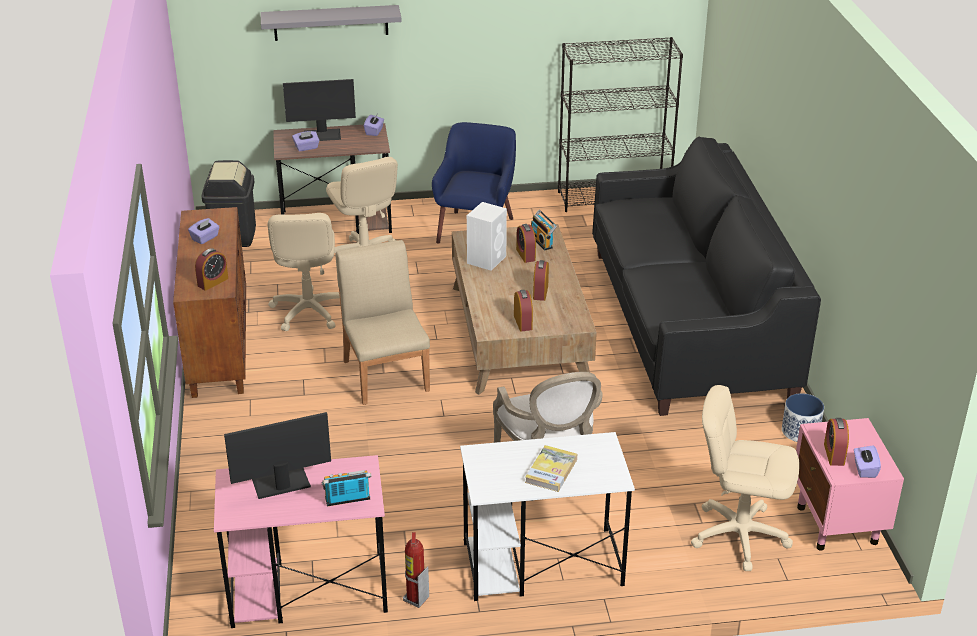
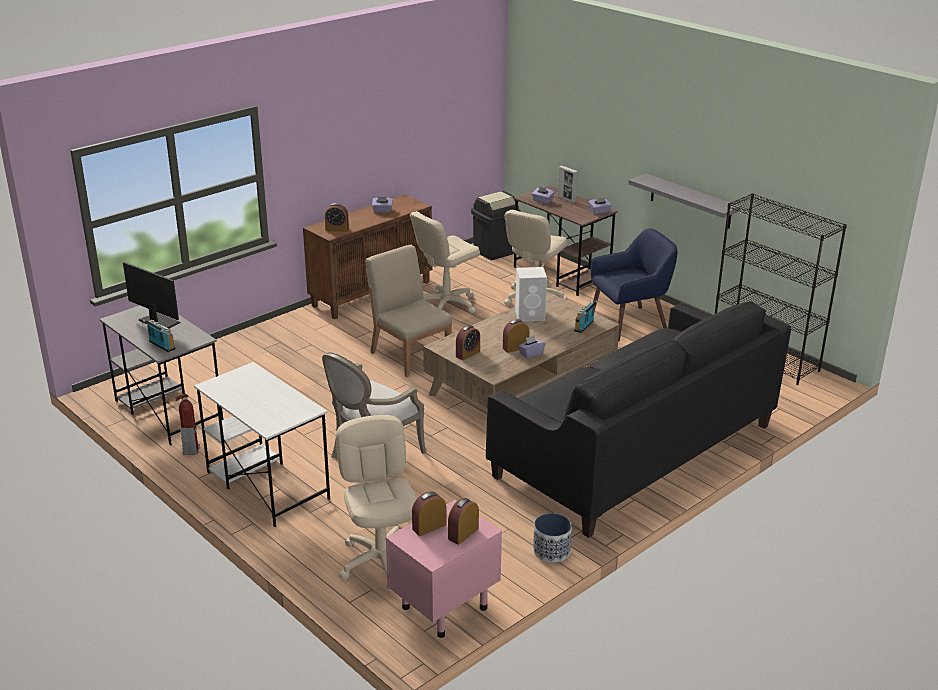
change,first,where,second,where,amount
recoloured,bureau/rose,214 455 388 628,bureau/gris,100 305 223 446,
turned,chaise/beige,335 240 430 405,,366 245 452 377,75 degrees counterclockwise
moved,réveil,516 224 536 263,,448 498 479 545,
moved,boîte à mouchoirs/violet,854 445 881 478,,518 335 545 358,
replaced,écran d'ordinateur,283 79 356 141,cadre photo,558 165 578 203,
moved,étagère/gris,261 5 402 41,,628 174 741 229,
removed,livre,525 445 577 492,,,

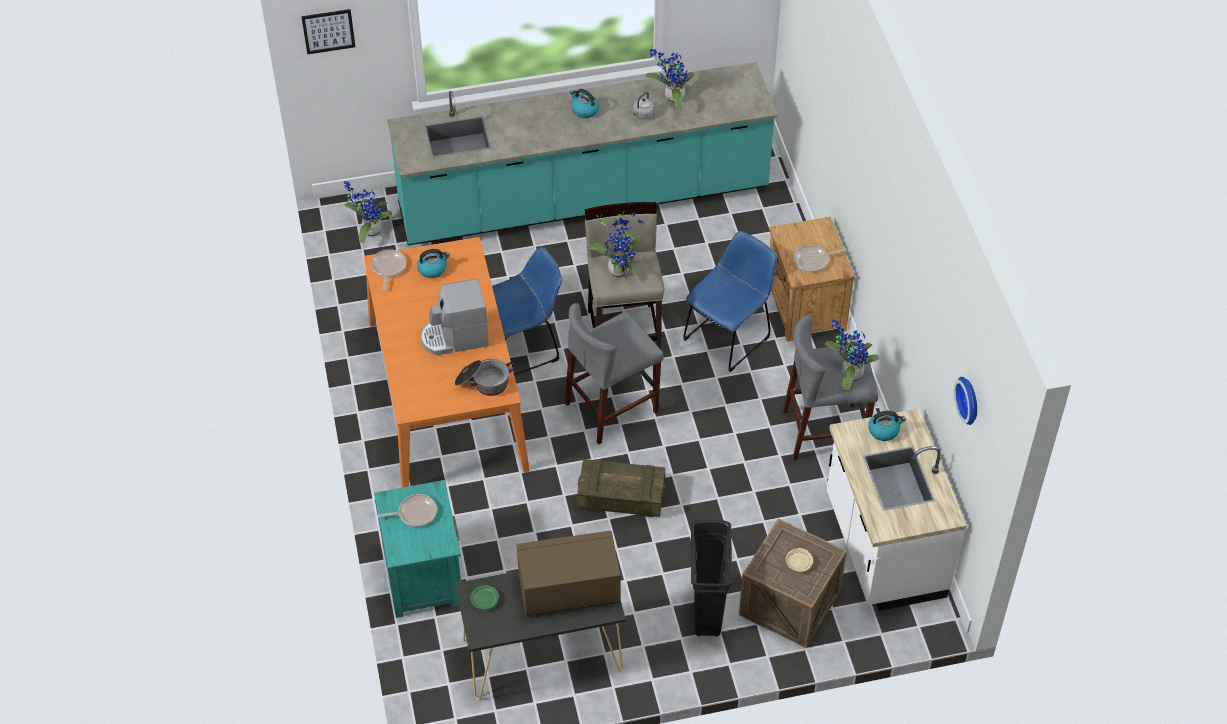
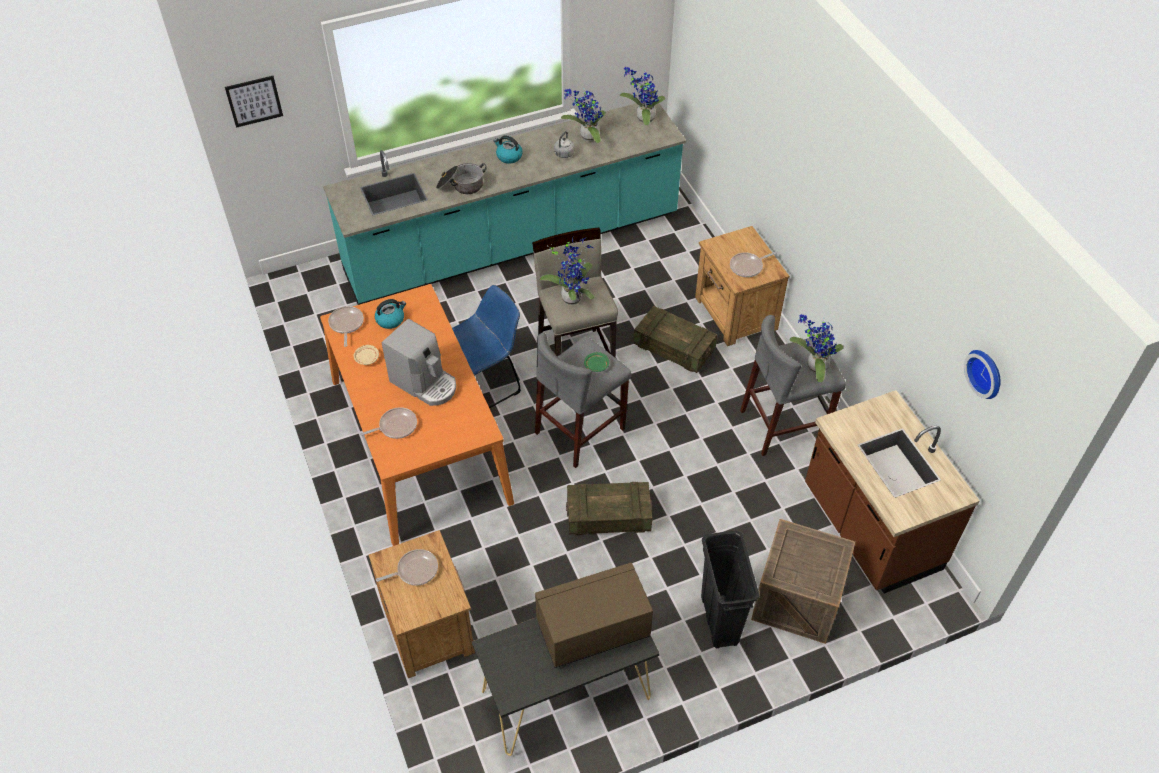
change,first,where,second,where,amount
moved,assiette/beige,786 548 813 572,,354 345 379 365,
added,,,poêle,360 407 417 439,
recoloured,table de chevet/turquoise,374 480 461 618,table de chevet/marron,369 530 475 678,
turned,machine à café,420 279 489 355,,382 319 456 406,120 degrees counterclockwise
moved,marmite,455 359 514 396,,436 163 487 194,
moved,assiette/vert,470 585 499 610,,584 352 609 372,
moved,plante en pot,344 181 392 243,,620 67 665 125,
replaced,chaise/bleu,683 231 777 372,caisse,633 306 717 373,
recoloured,comptoir de cuisine/blanc,827 408 967 611,comptoir de cuisine/marron,805 390 980 594,
removed,bouilloire,868 411 906 441,,,

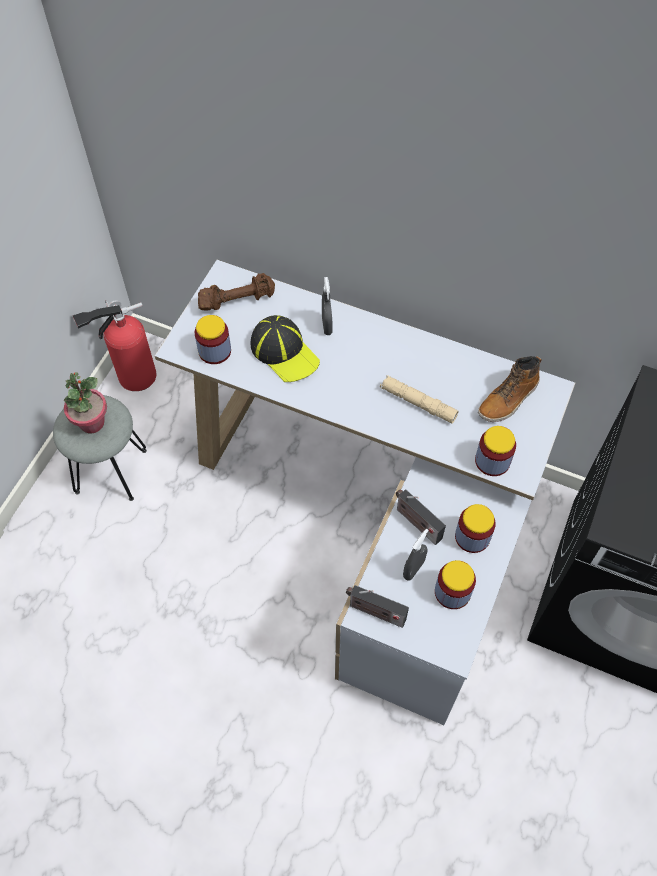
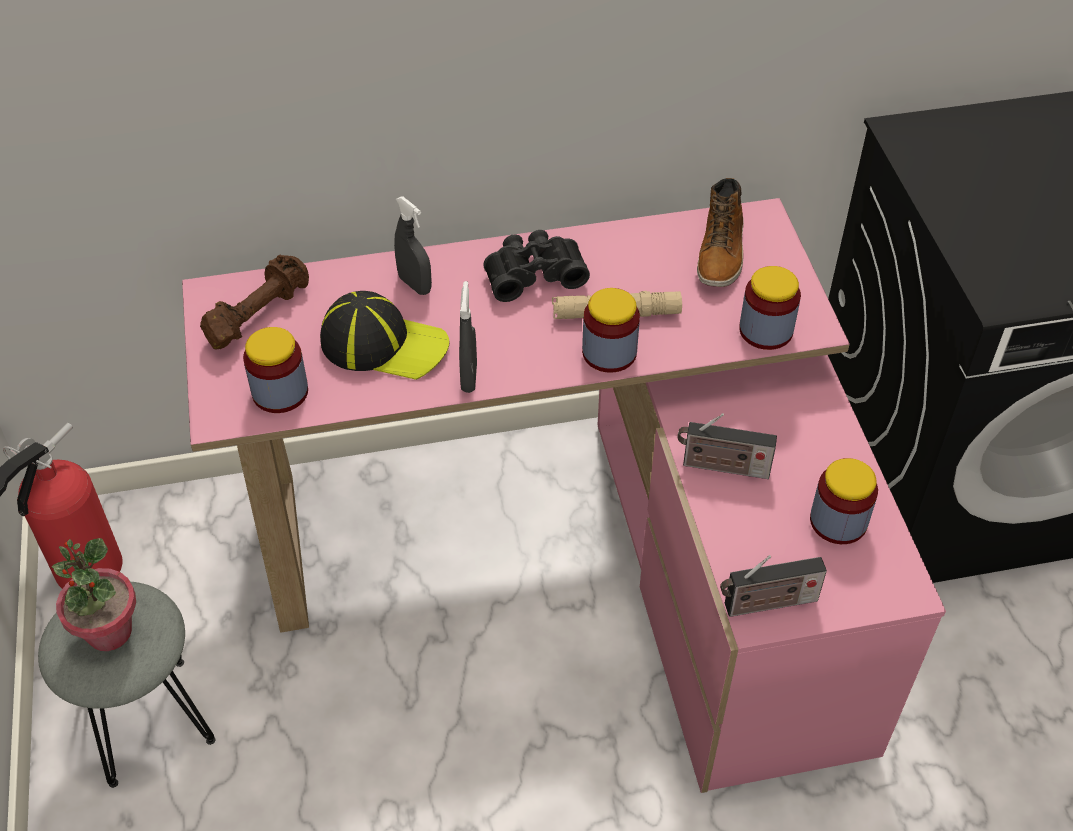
change,first,where,second,where,amount
recoloured,bureau/blanc,155 260 575 725,bureau/rose,182 198 946 793,
moved,vaporisateur/gris,403 529 429 581,,459 281 477 393,
added,,,jumelles/noir,483 230 590 302,
moved,bocal,455 504 496 553,,582 288 640 373,

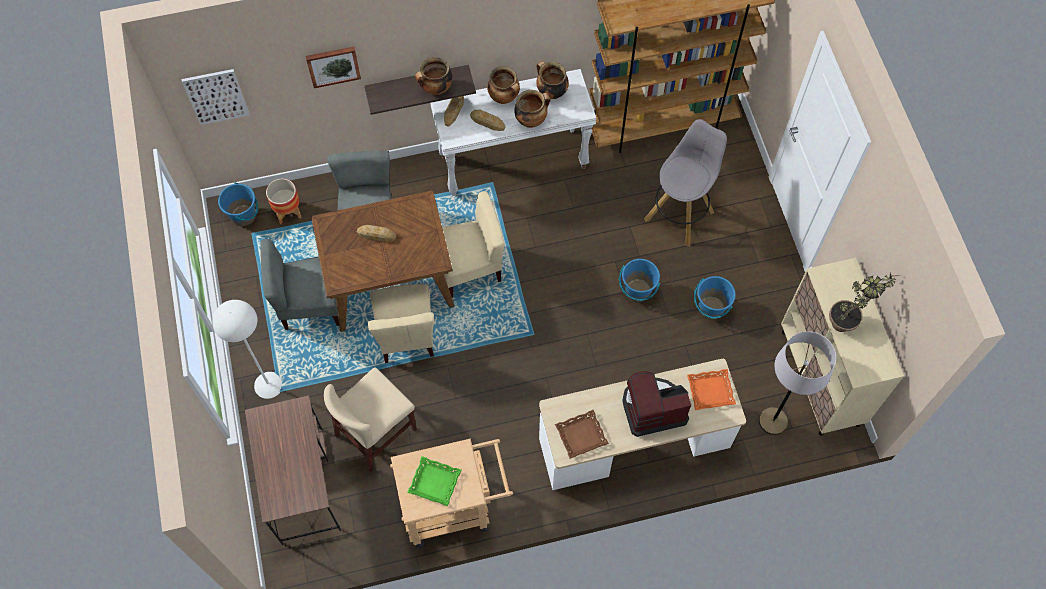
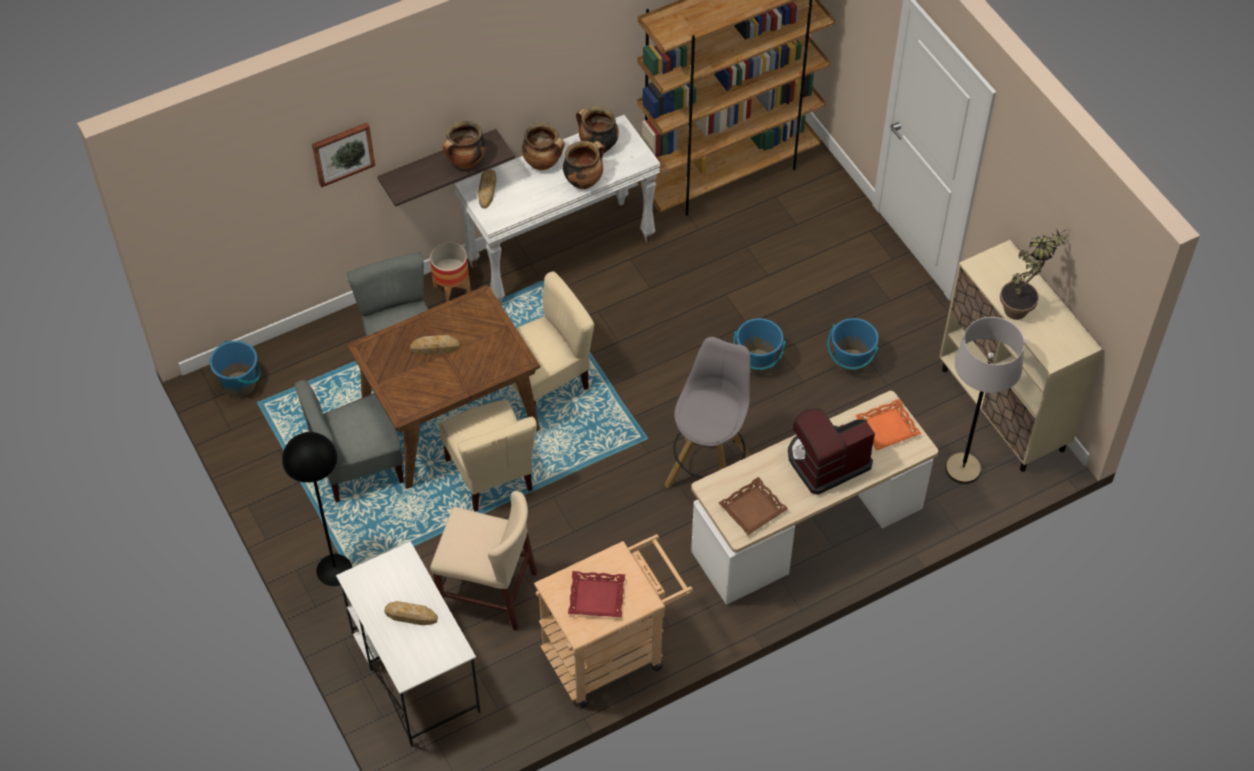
change,first,where,second,where,amount
recoloured,lampadaire/blanc,212 300 282 399,lampadaire/noir,282 432 352 586,
recoloured,bureau/marron,245 395 341 545,bureau/blanc,336 541 481 746,
moved,pain,470 110 506 131,,384 601 438 625,
moved,cache-pot,266 179 302 224,,430 242 471 302,
turned,chaise/beige,324 367 417 472,,430 491 537 630,105 degrees counterclockwise
recoloured,plateau/vert,407 456 462 506,plateau/rouge,568 571 625 617,
moved,tabouret/gris,644 119 727 246,,664 337 751 489,
removed,tableau,181 69 250 125,,,

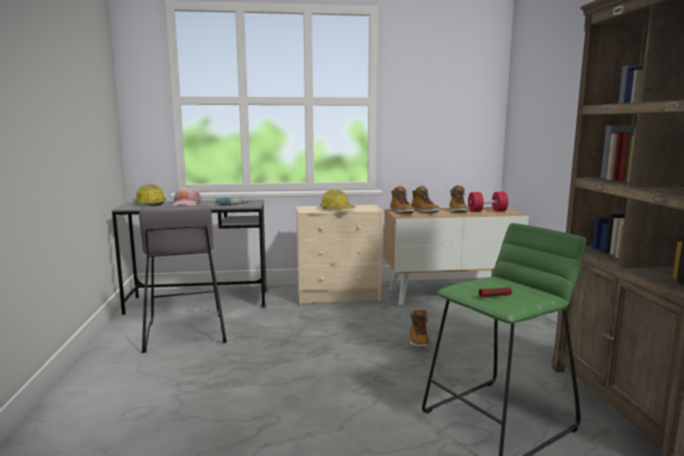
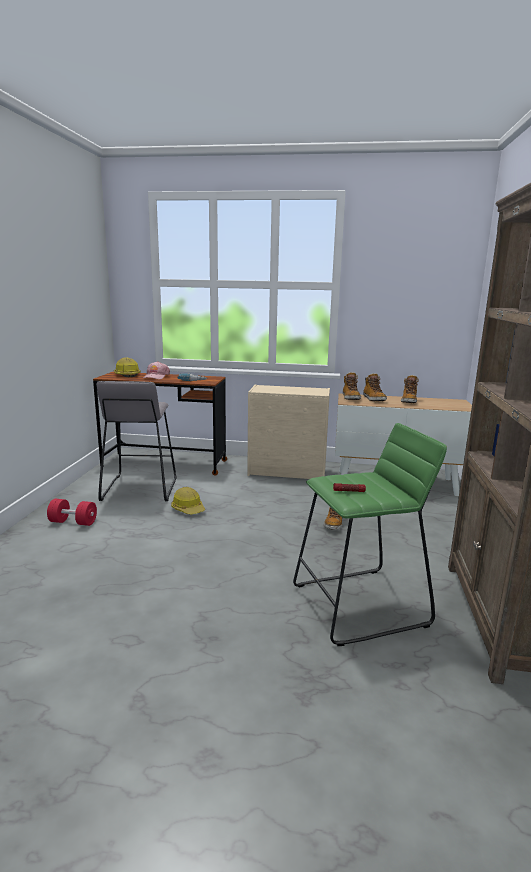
change,first,where,second,where,amount
moved,haltère/rouge,468 192 508 212,,47 499 97 526,
recoloured,bureau/gris,112 200 268 315,bureau/marron,93 372 227 475,
moved,casque de chantier,320 189 356 209,,171 487 205 515,

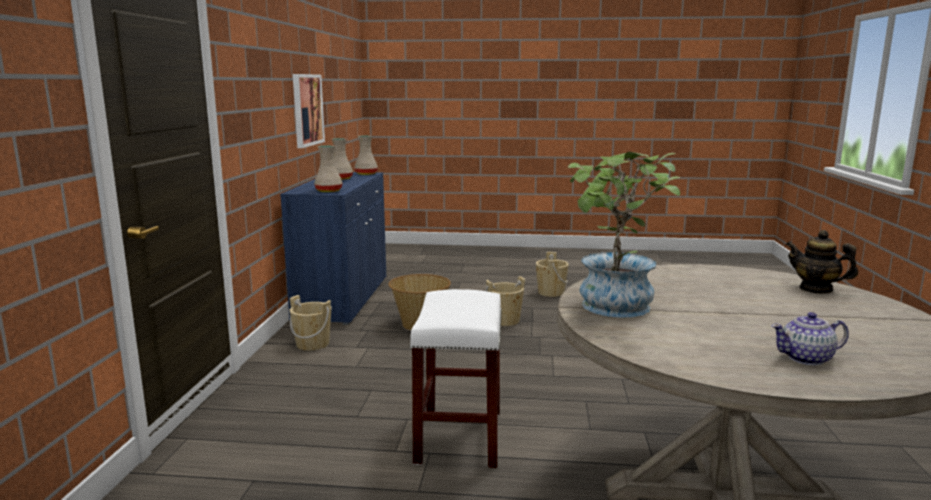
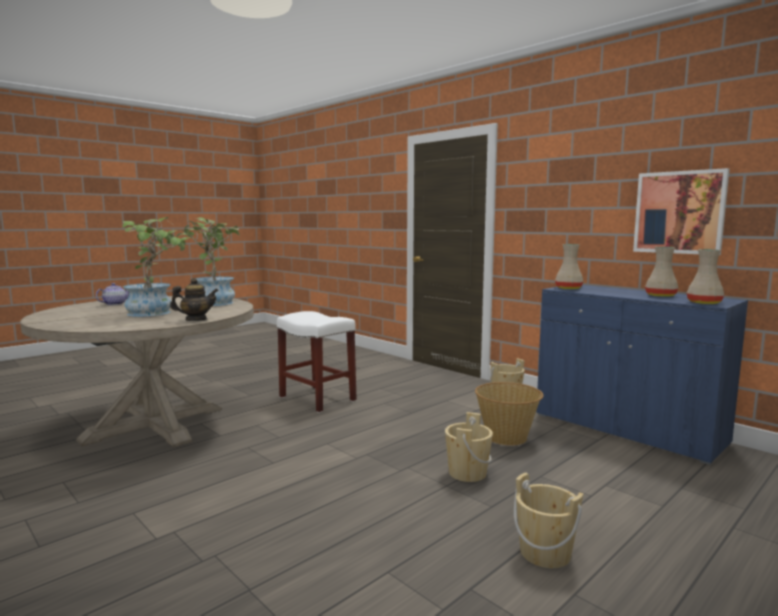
change,first,where,second,where,amount
added,,,plante en pot,122 217 192 317,
moved,théière,786 230 858 294,,170 278 219 321,

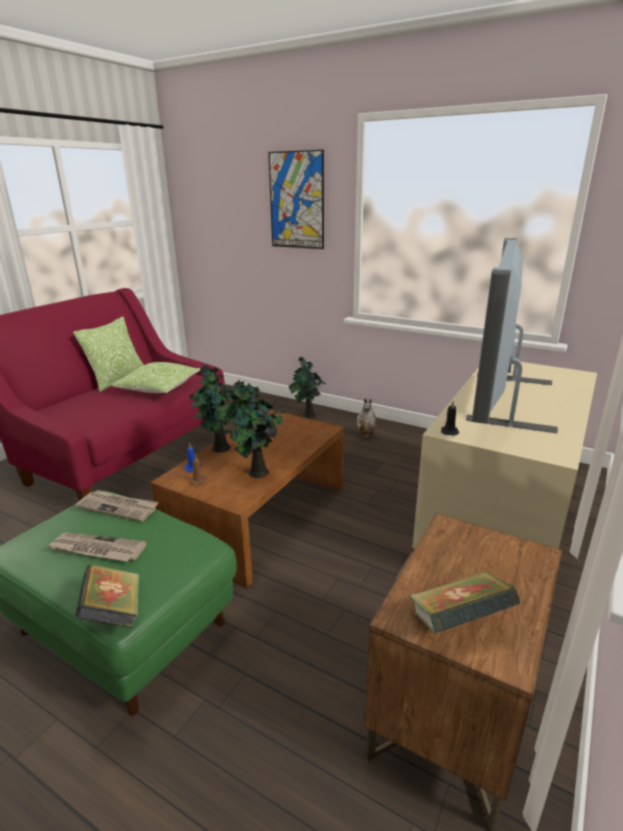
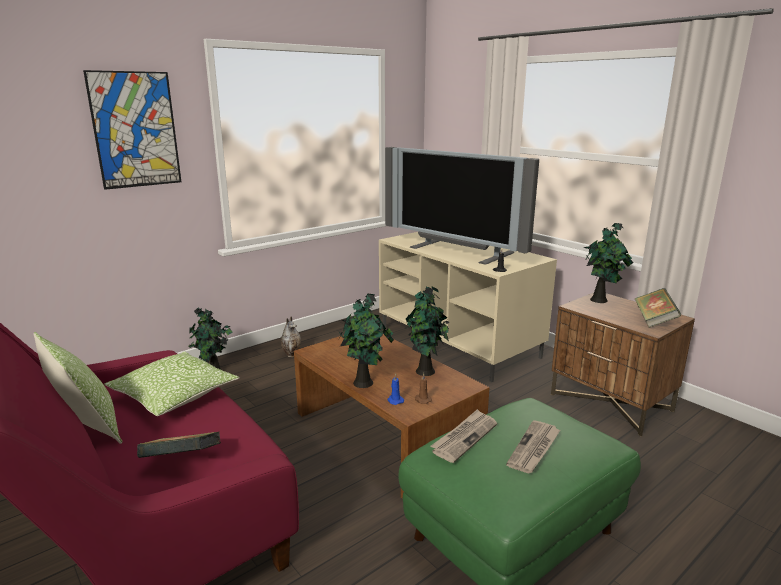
change,first,where,second,where,amount
moved,livre,75 564 139 628,,137 432 221 458,
added,,,plante en pot,584 223 633 303,

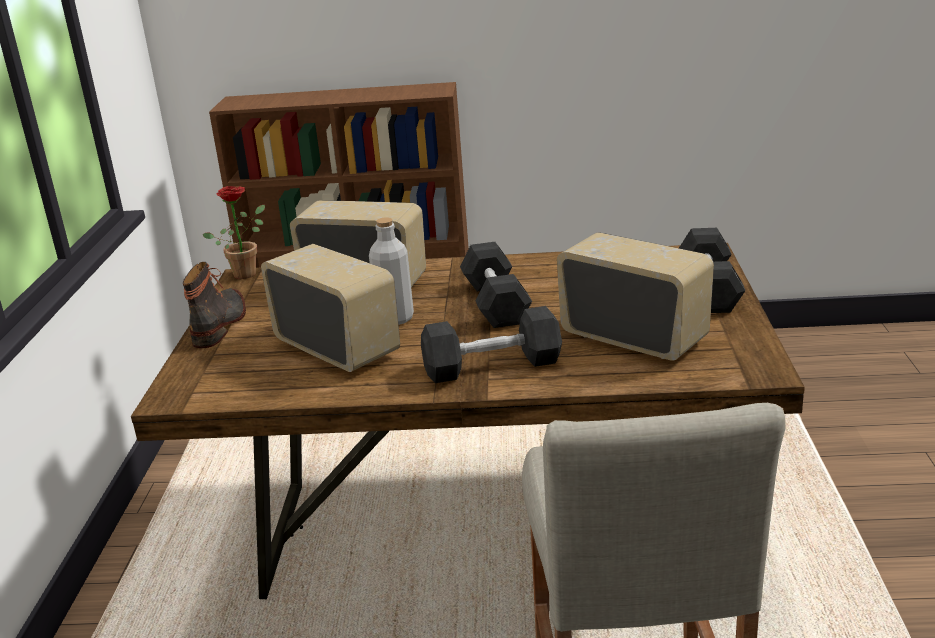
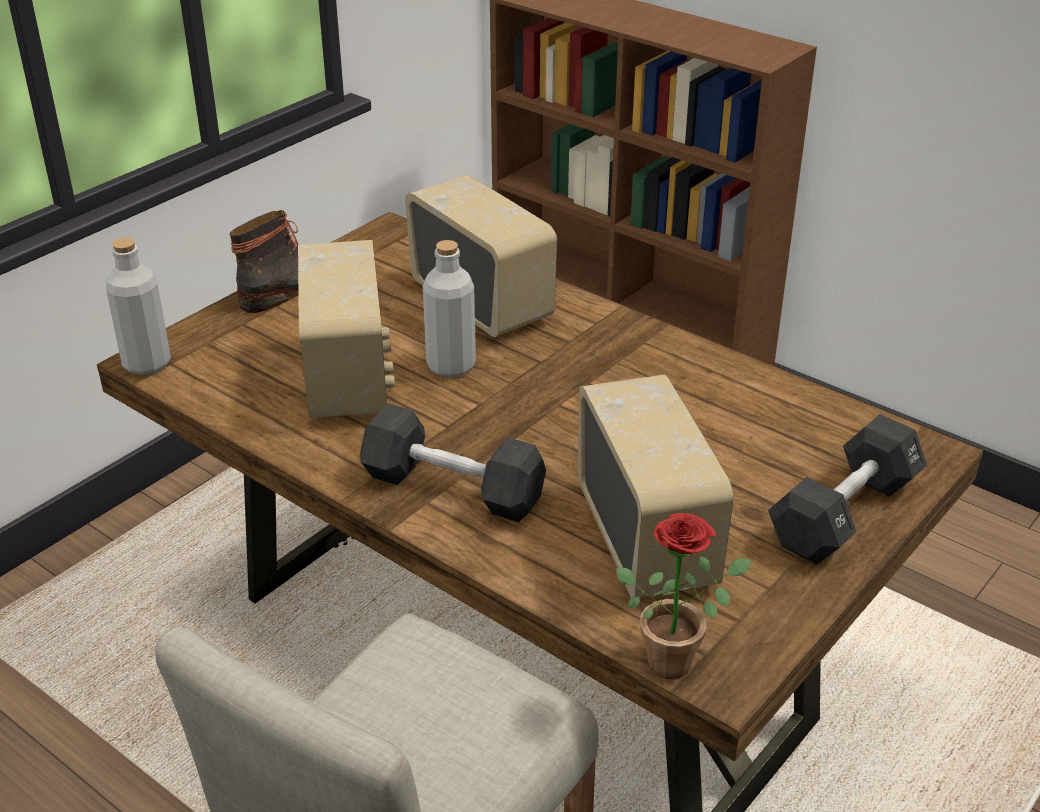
change,first,where,second,where,amount
added,,,bouteille/gris,105 238 171 375,
moved,plante en pot,202 186 265 279,,616 513 752 679,
removed,haltère/noir,460 242 532 328,,,

